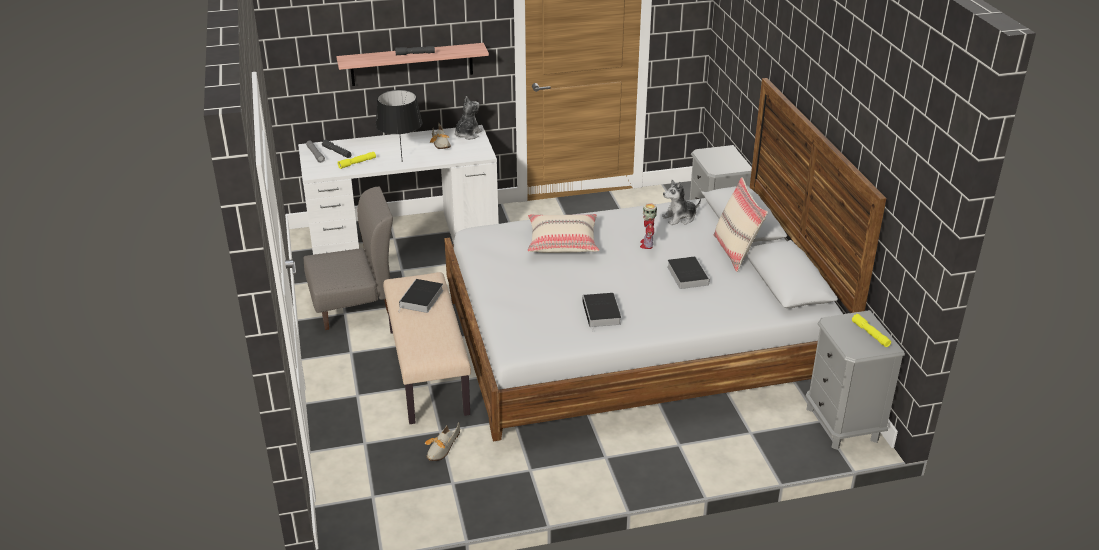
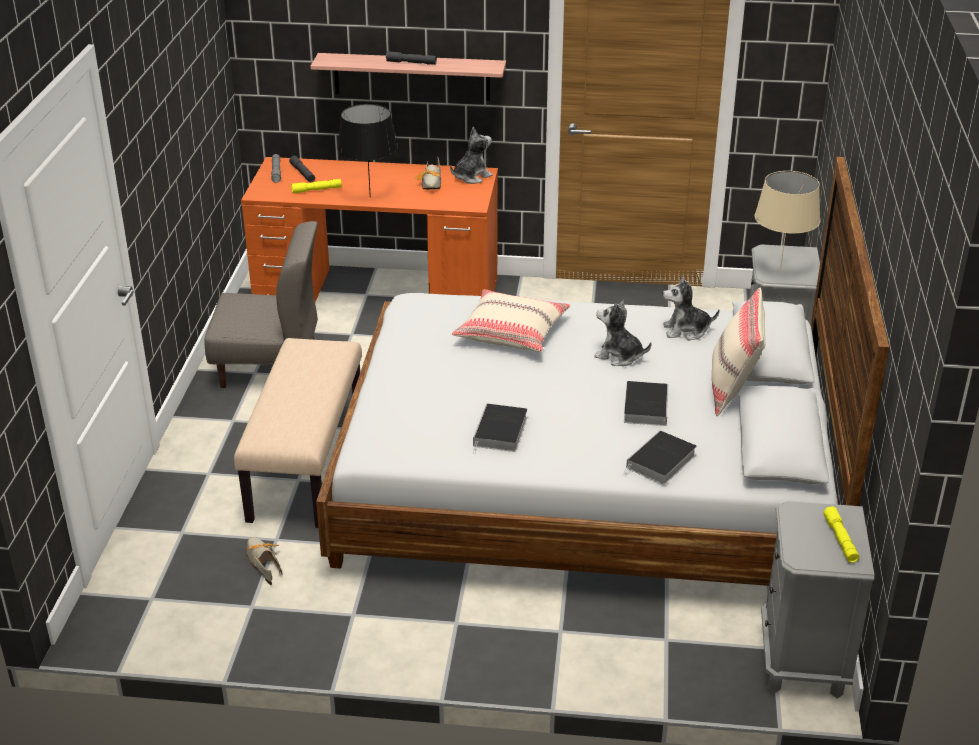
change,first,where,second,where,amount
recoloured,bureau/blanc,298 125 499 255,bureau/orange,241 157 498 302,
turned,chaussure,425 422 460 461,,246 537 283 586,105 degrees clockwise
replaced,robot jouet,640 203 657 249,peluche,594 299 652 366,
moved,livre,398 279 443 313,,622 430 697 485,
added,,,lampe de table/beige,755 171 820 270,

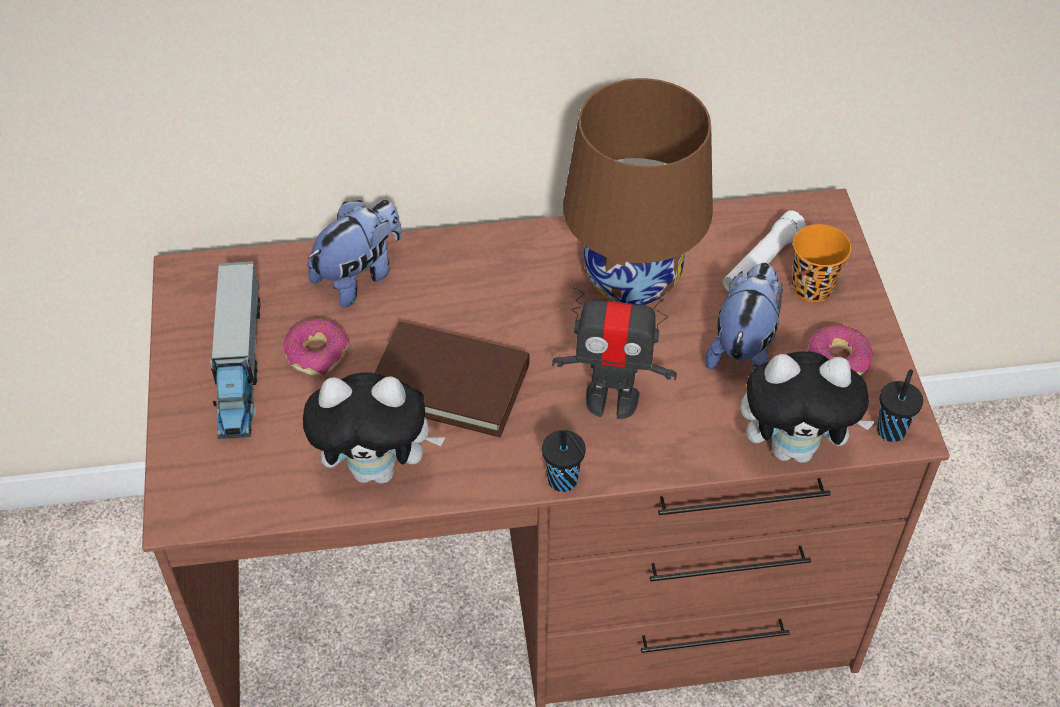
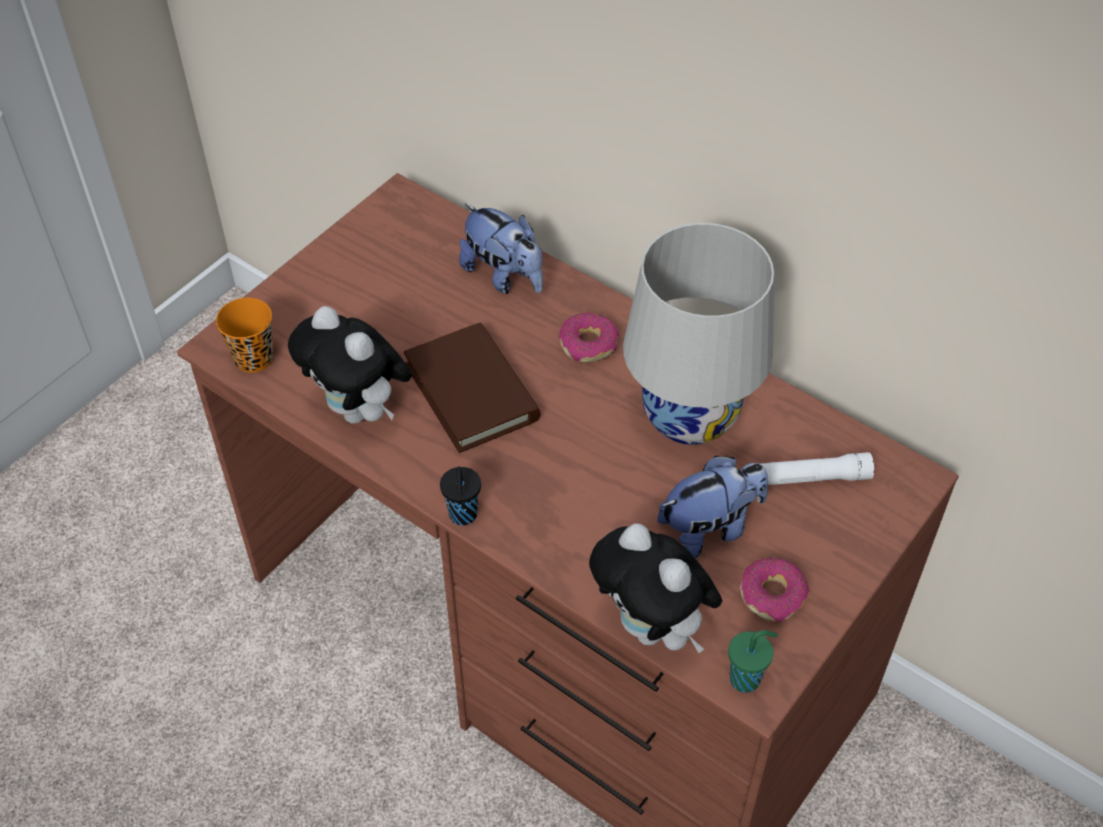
change,first,where,second,where,amount
moved,tasse/orange,792 224 851 302,,216 298 273 373,
turned,peluche,307 200 402 308,,459 204 543 294,45 degrees clockwise
moved,beignet,284 319 349 375,,559 313 619 362,
recoloured,lampe de table/marron,563 78 713 305,lampe de table/blanc,623 223 774 445,
recoloured,tasse/noir,877 369 923 442,tasse/vert,728 630 778 693,
removed,camion jouet,210 261 261 439,,,
removed,robot jouet,552 285 677 419,,,

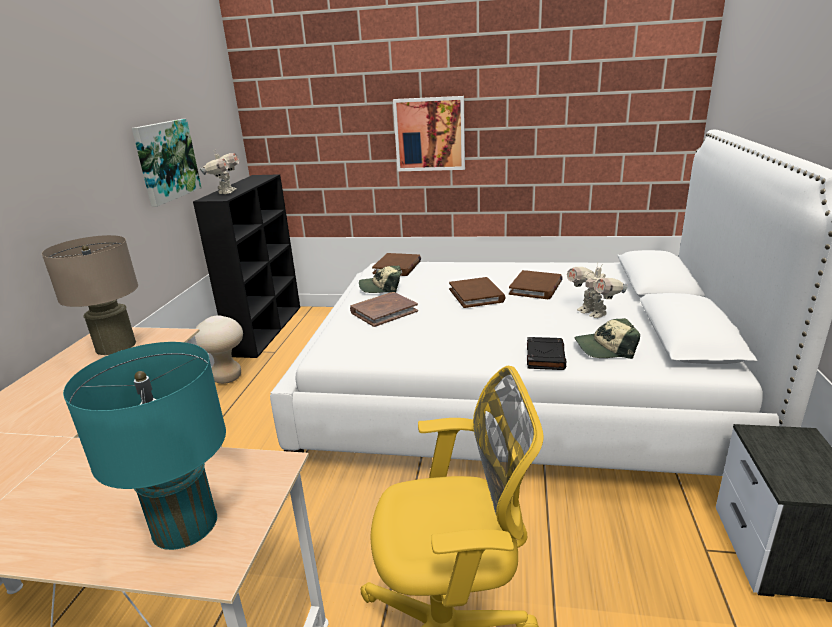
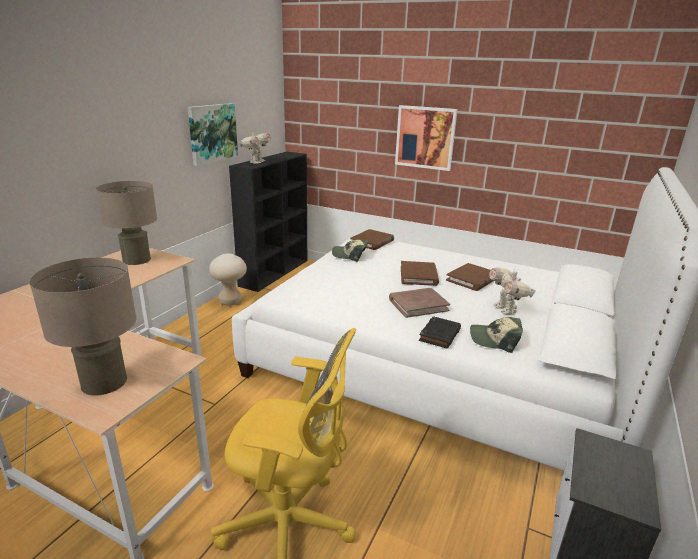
change,first,where,second,where,amount
recoloured,lampe de table/turquoise,63 342 226 550,lampe de table/beige,29 258 136 396,
moved,livre/marron,350 292 418 327,,389 288 450 318,

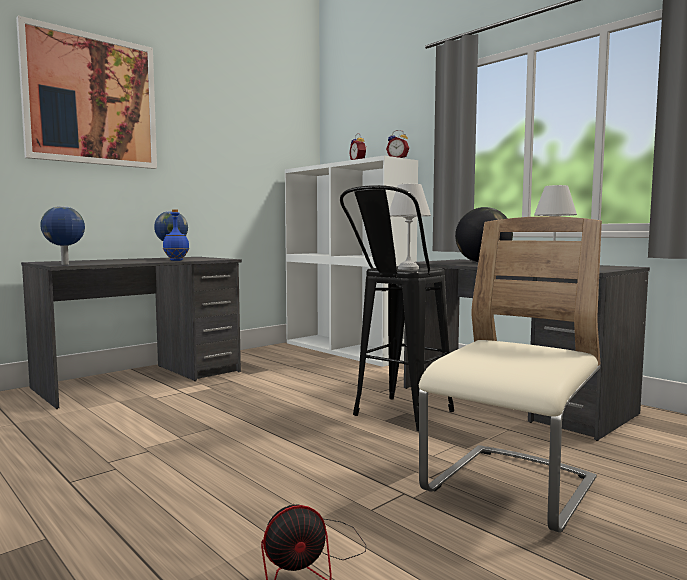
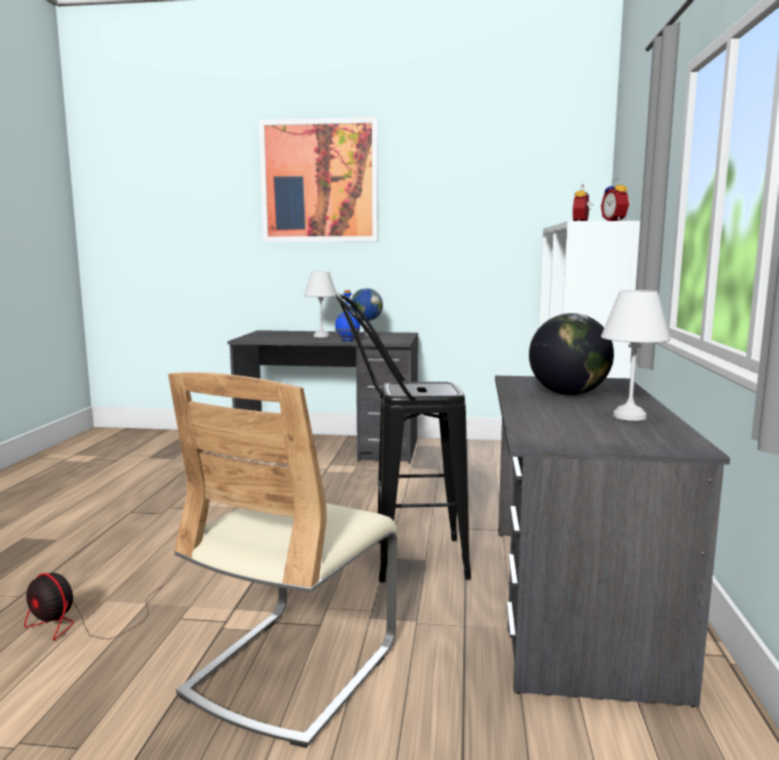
change,first,where,second,where,amount
turned,chaise/beige,419 216 602 533,,168 372 398 748,120 degrees clockwise
moved,lampe de table/blanc,389 184 431 270,,304 271 337 337,
removed,globe,40 206 85 265,,,

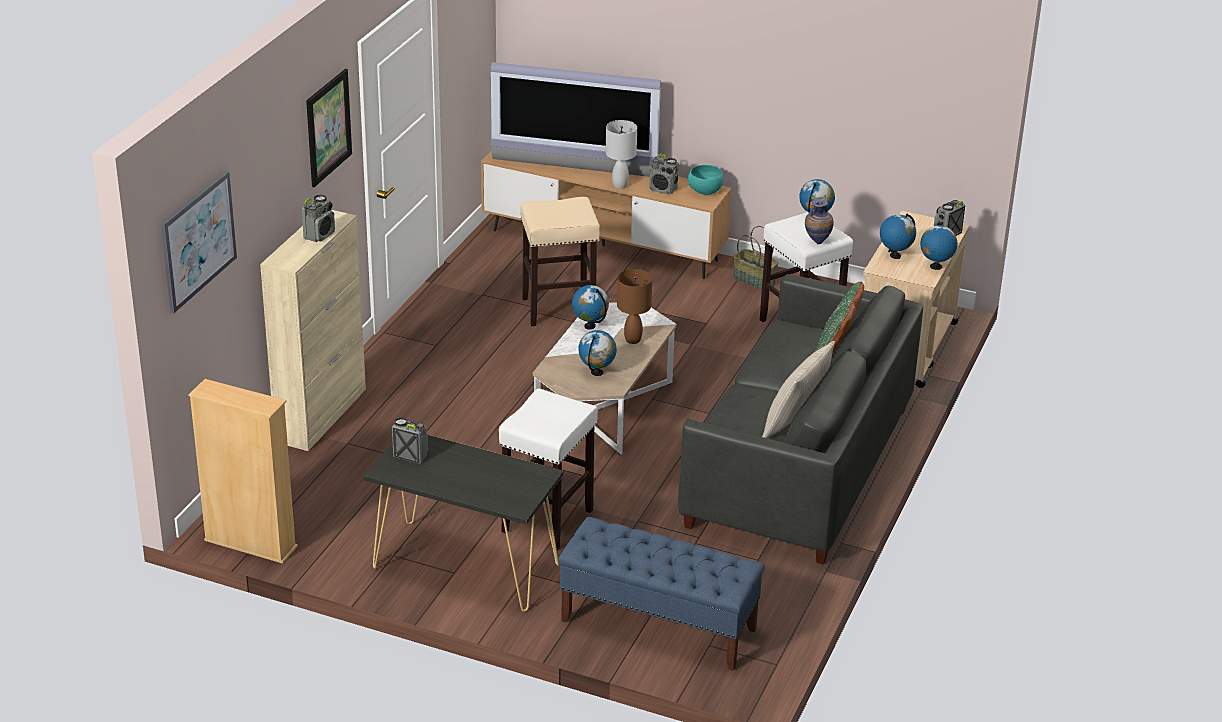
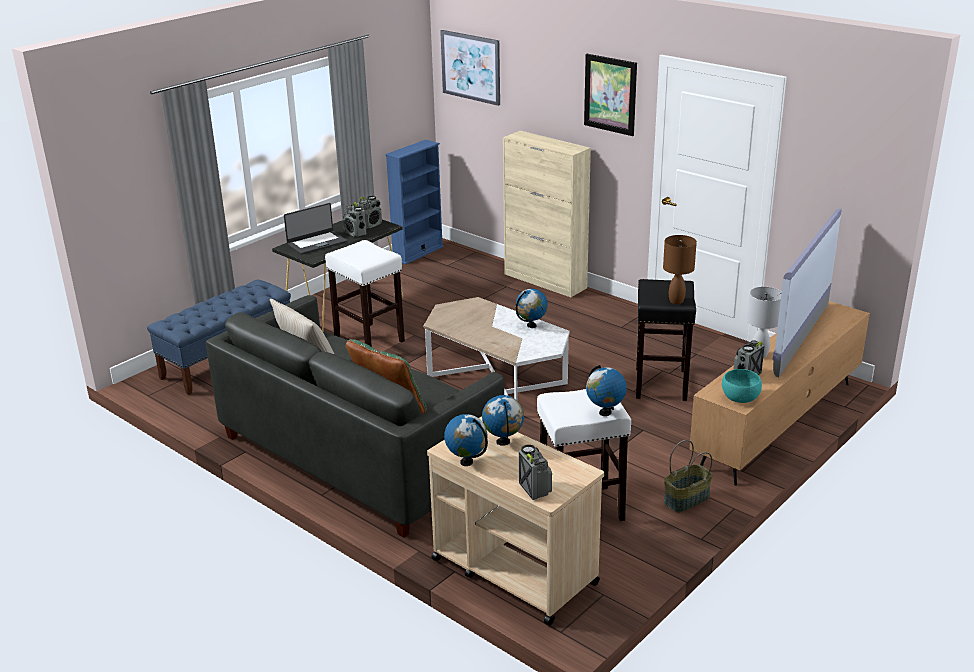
change,first,where,second,where,amount
added,,,ordinateur portable,284 203 347 254,
moved,radio,302 195 335 242,,343 202 367 237,
recoloured,bibliothèque/beige,188 379 298 564,bibliothèque/bleu,385 140 444 265,
recoloured,tabouret/beige,521 197 600 326,tabouret/noir,636 279 696 401,
moved,lampe de table/marron,617 269 652 344,,663 235 697 304,
removed,globe,578 330 617 376,,,
removed,vase,805 199 834 245,,,

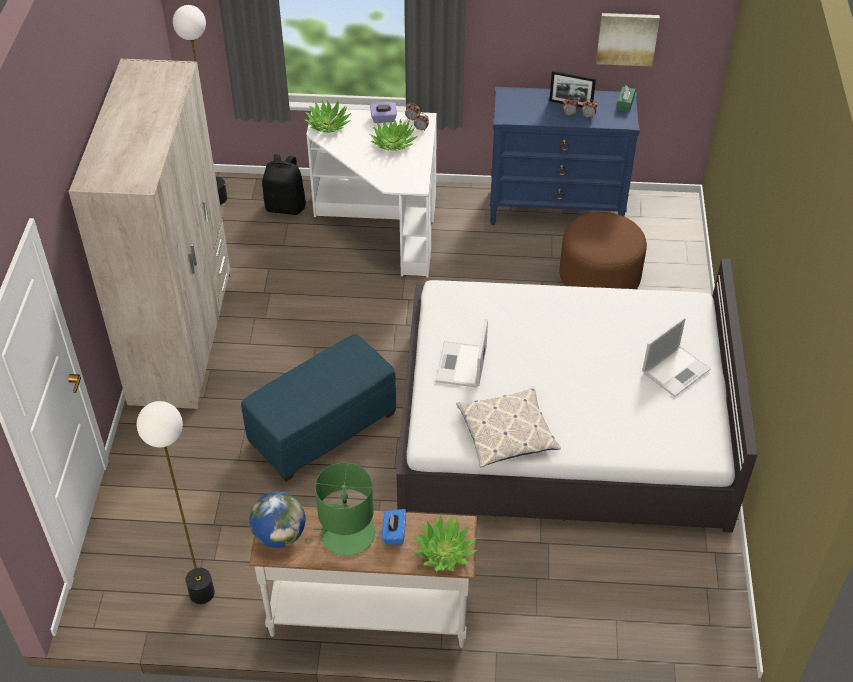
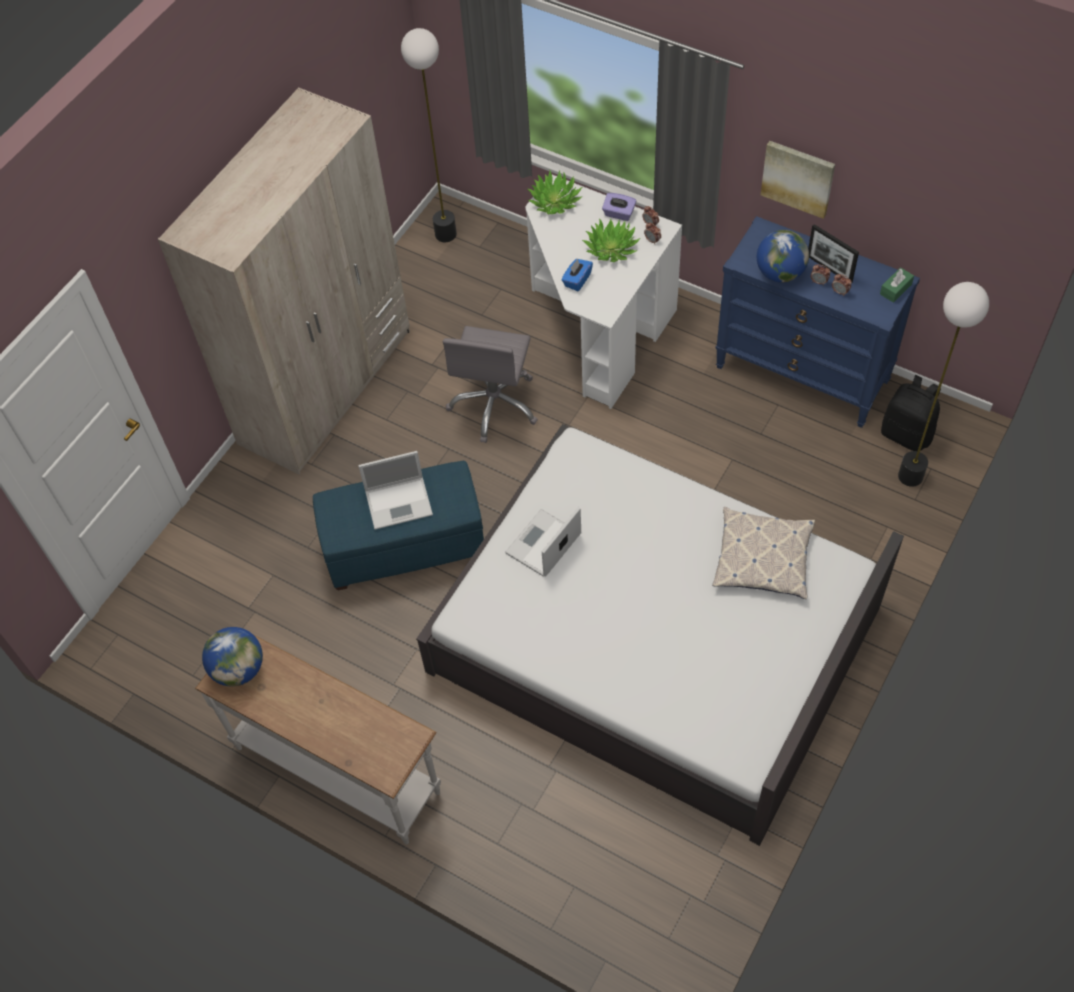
change,first,where,second,where,amount
moved,ordinateur portable,642 317 711 397,,358 451 433 530,
added,,,chaise de bureau/gris,443 326 538 443,
moved,boîte à mouchoirs/bleu,382 509 406 545,,562 259 593 291,
moved,coussin,456 387 561 467,,712 507 815 599,
added,,,globe,757 230 809 283,
moved,tableau,596 13 660 66,,761 141 835 219,
moved,sac à dos/noir,262 154 306 215,,881 375 941 451,
moved,lampadaire,137 401 215 604,,898 282 989 487,
removed,lampe de table/vert,313 462 375 556,,,
removed,plante en pot,414 514 477 572,,,
removed,pouf/marron,559 212 647 289,,,

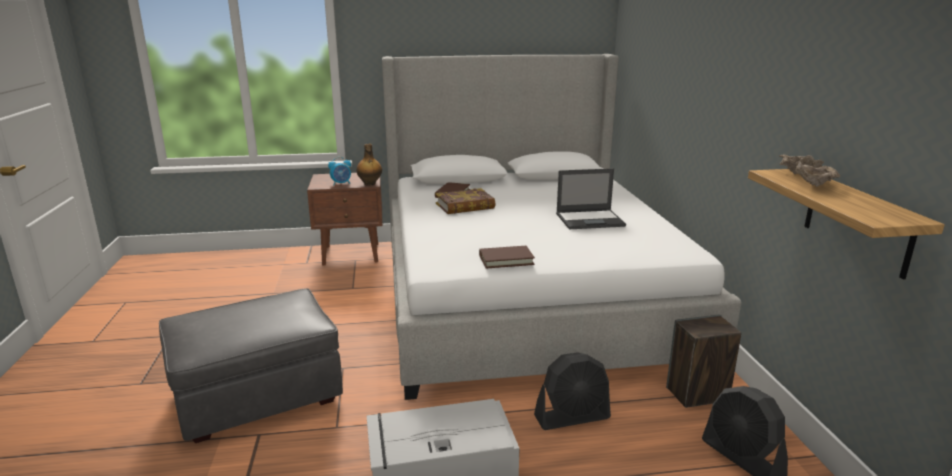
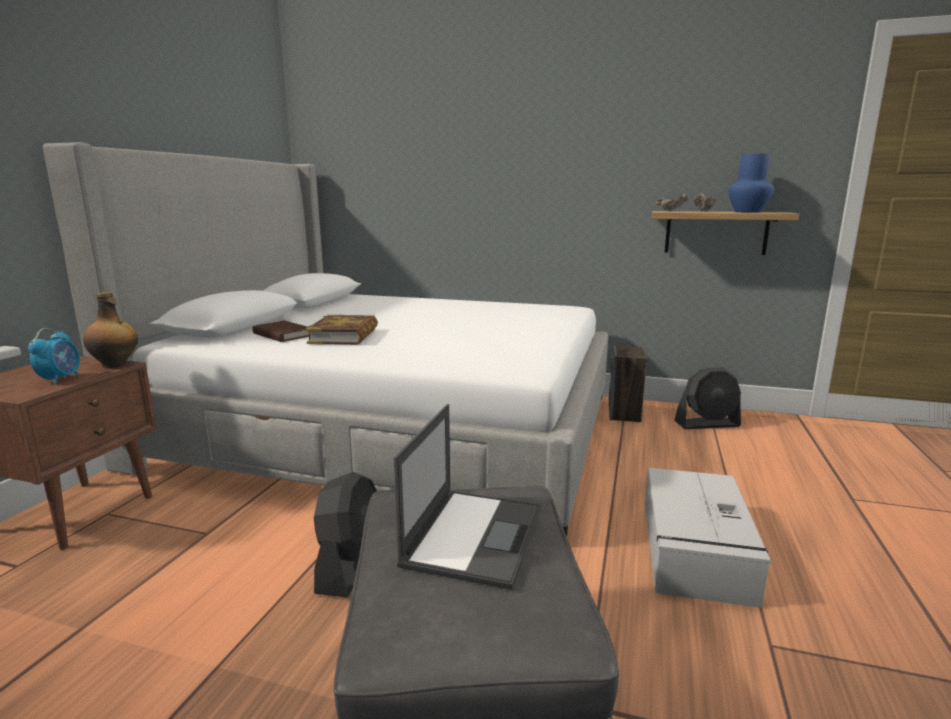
change,first,where,second,where,amount
moved,ventilateur/noir,534 352 611 430,,314 472 377 598,
moved,ordinateur portable,556 168 626 229,,394 404 541 590,
added,,,vase/bleu,728 154 774 212,
removed,livre/marron,479 246 535 268,,,

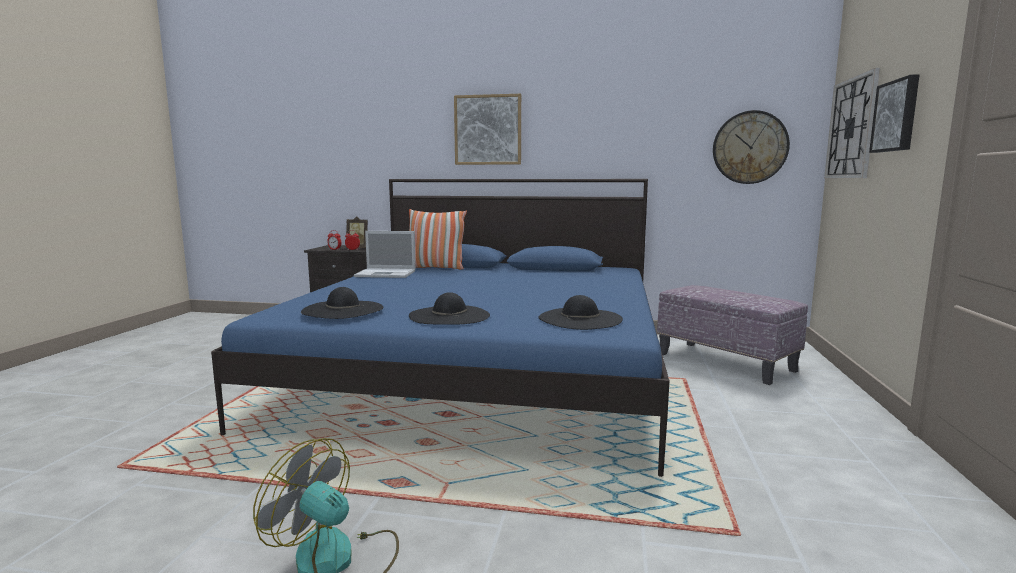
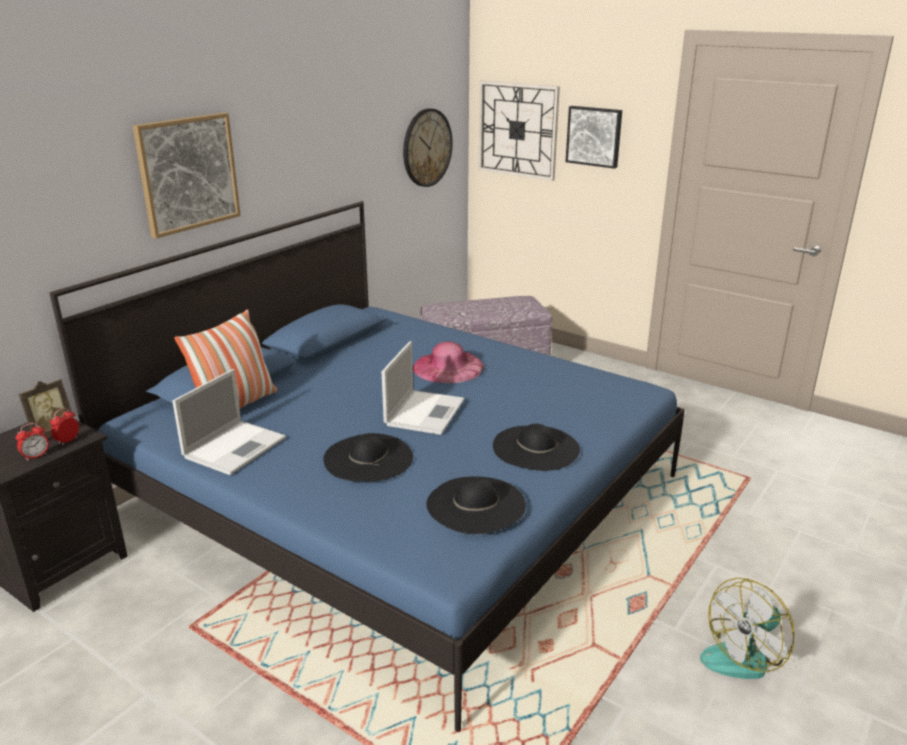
change,first,where,second,where,amount
moved,chapeau/noir,539 295 623 330,,323 433 413 482,
added,,,ordinateur portable,382 341 464 435,
added,,,chapeau/rose,413 341 485 384,

